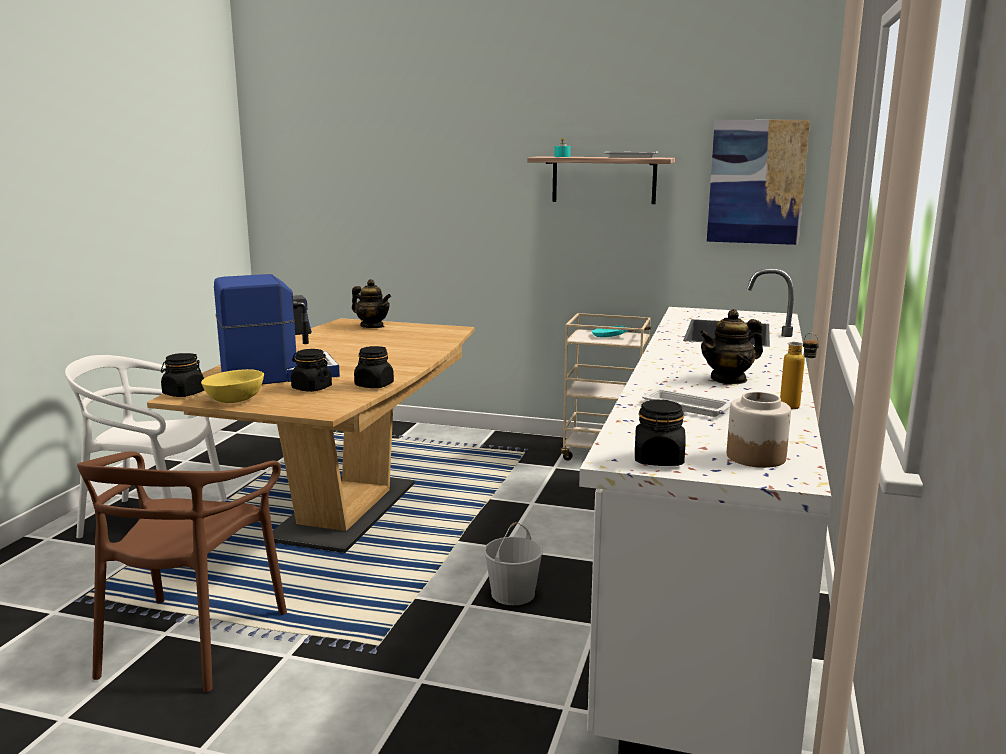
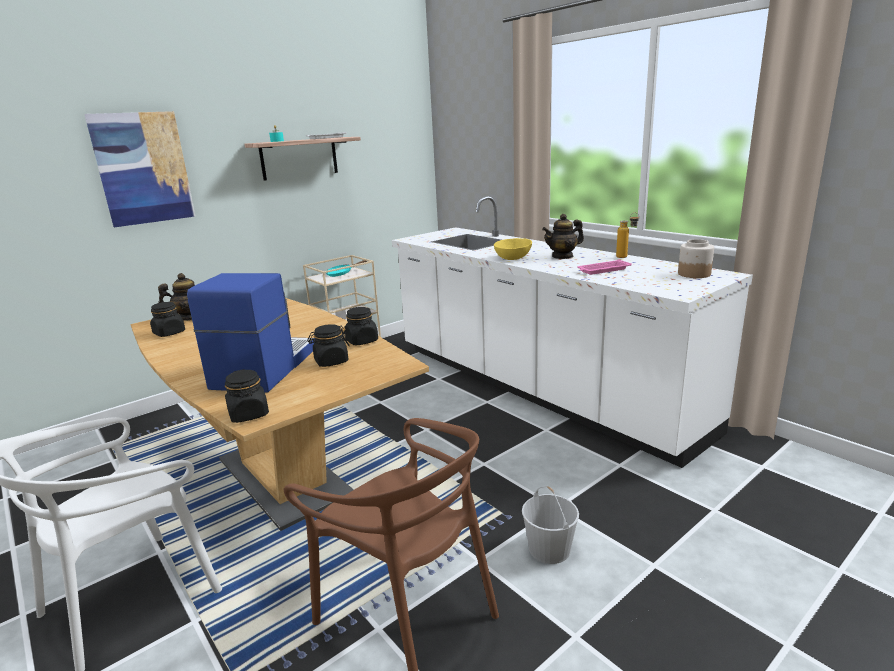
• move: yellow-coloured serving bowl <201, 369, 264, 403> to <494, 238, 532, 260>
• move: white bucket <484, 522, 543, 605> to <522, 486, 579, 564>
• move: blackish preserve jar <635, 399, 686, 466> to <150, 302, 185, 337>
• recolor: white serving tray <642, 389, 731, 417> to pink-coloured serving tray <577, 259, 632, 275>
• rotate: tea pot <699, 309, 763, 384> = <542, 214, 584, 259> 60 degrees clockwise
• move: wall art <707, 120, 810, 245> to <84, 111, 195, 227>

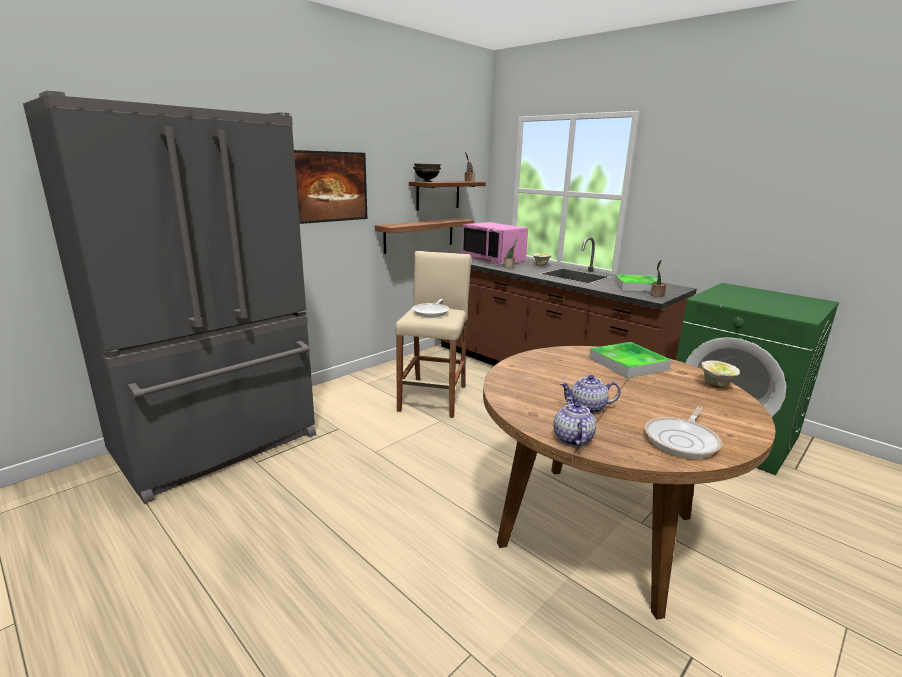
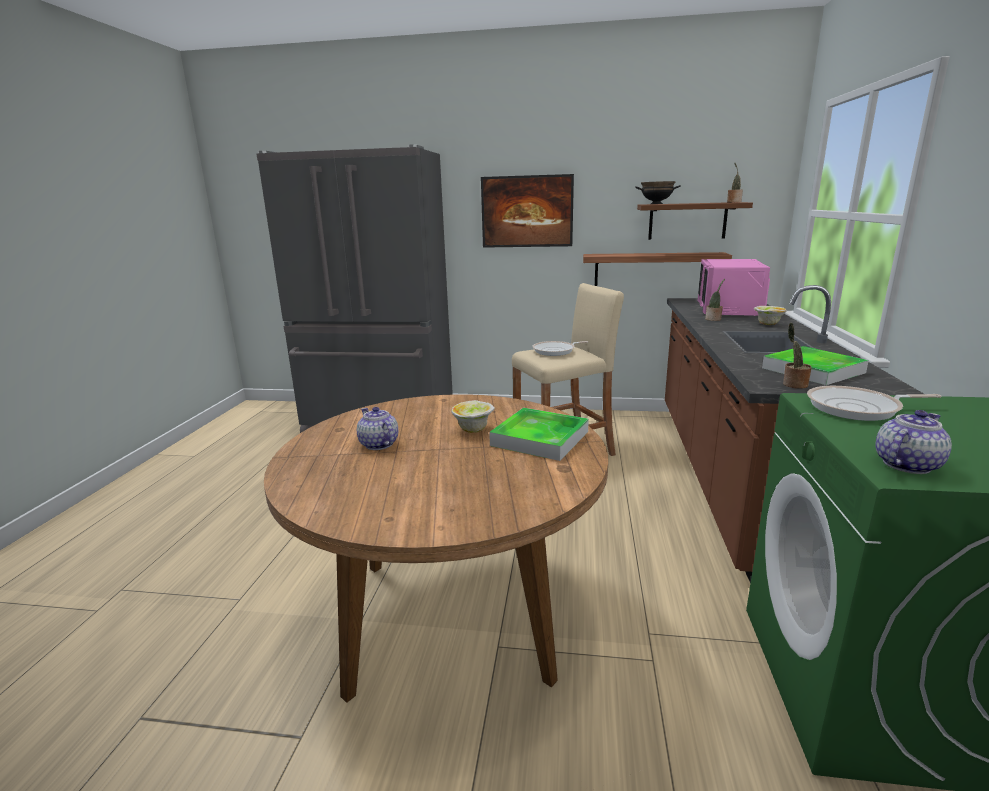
• move: tea pot <553, 397, 596, 446> to <875, 410, 952, 474>
• move: pan <645, 406, 722, 459> to <807, 386, 941, 421>
• move: serving bowl <701, 361, 740, 388> to <451, 400, 495, 433>

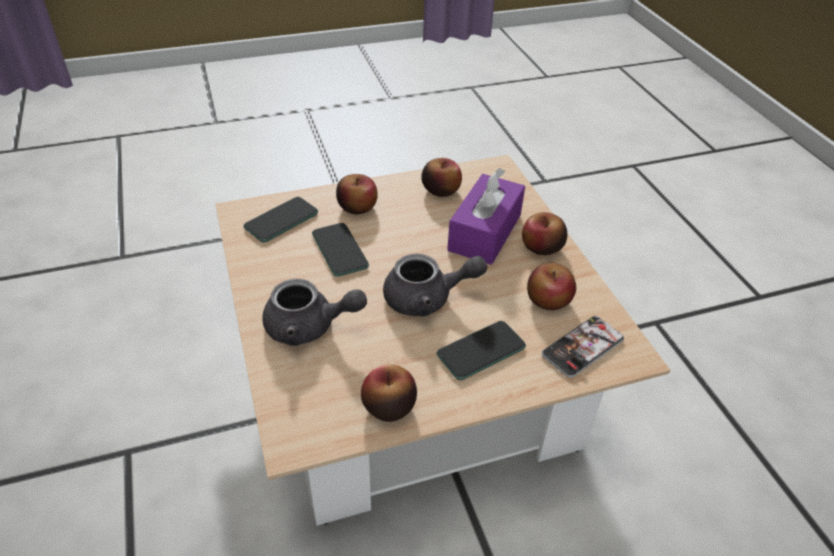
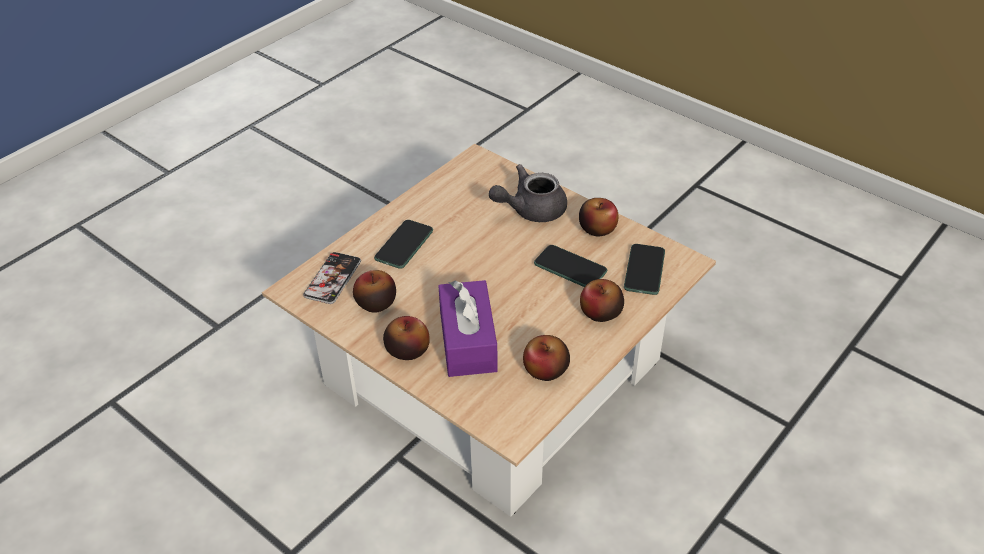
• move: apple <361, 364, 417, 422> to <579, 198, 619, 237>
• delete: gray tea pot <383, 254, 487, 317>

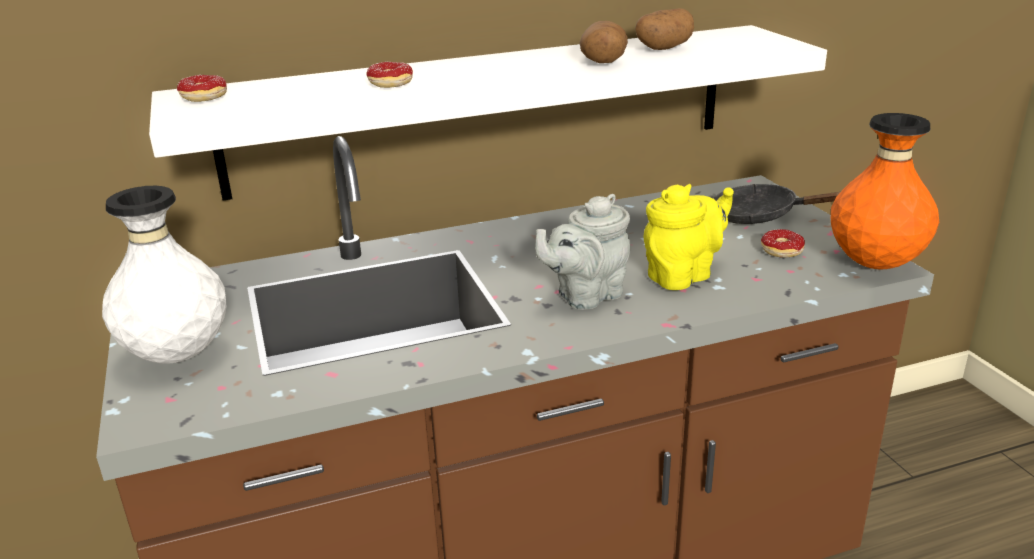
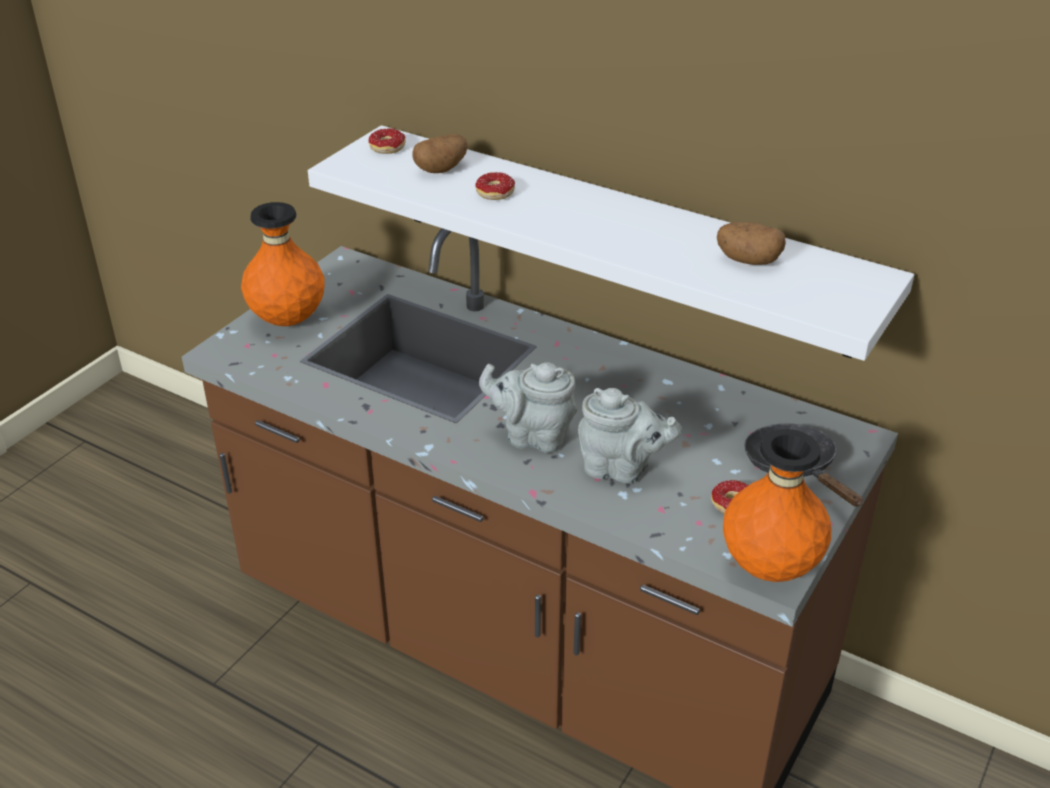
• recolor: white decorative vase <102, 186, 227, 364> to orange decorative vase <241, 202, 324, 326>
• move: spud <580, 21, 628, 63> to <412, 134, 467, 173>
• recolor: yellow-coloured tea pot <644, 184, 734, 290> to gray tea pot <578, 388, 682, 483>

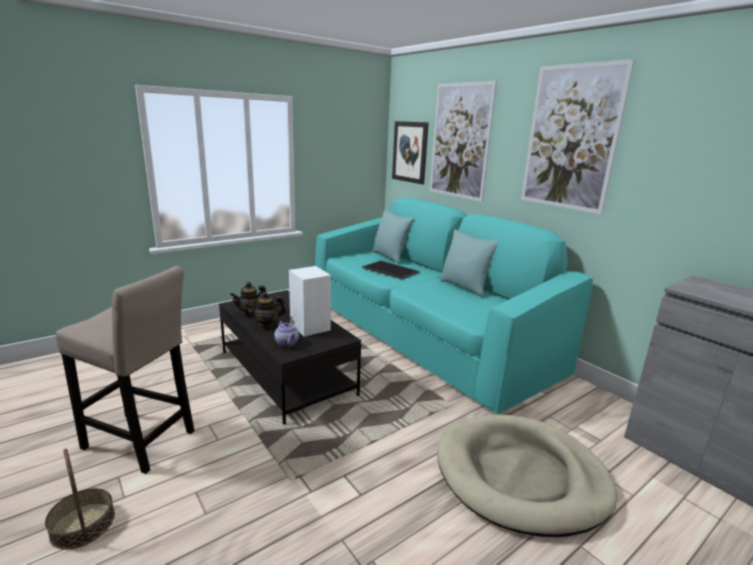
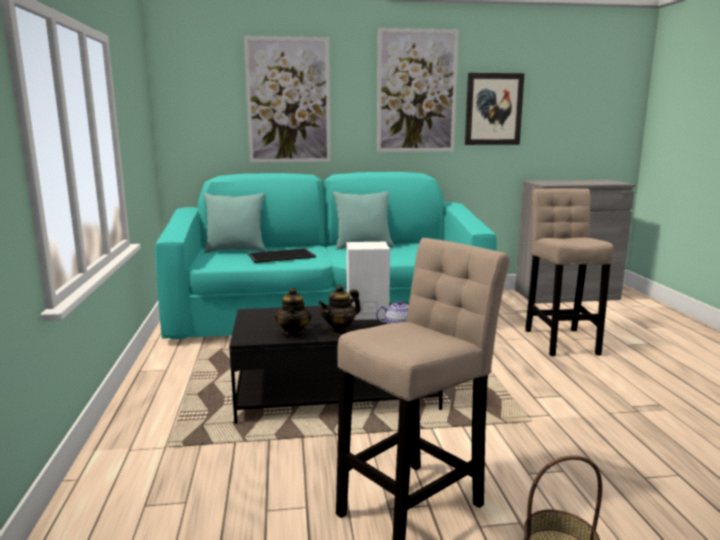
• rotate: tea pot <245, 292, 286, 329> = <318, 285, 361, 334> 45 degrees clockwise
• move: wall art <392, 121, 429, 184> to <465, 73, 525, 145>
• replace: sand-coloured dog bed <437, 415, 617, 537> to sand-coloured stool seat <525, 188, 614, 356>

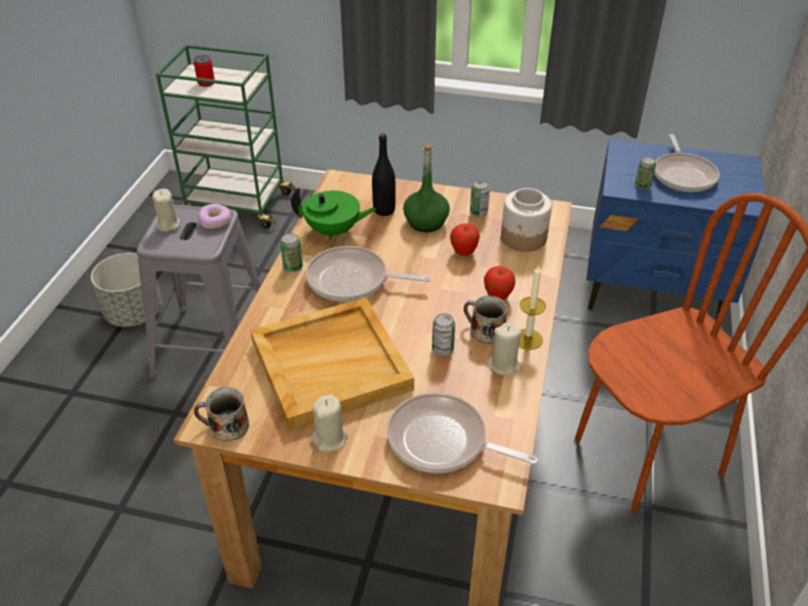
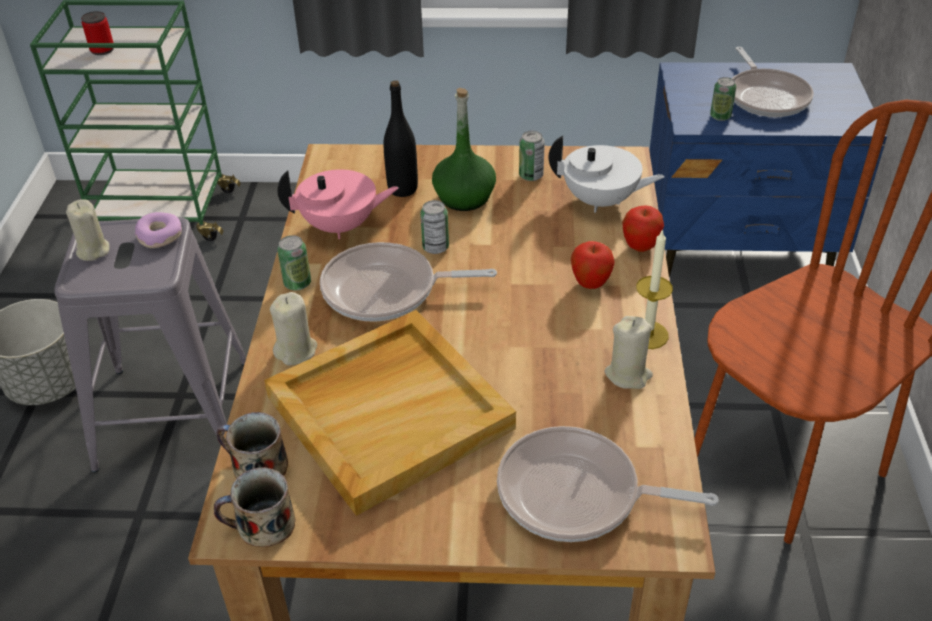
• recolor: green-coloured tea pot <291, 187, 376, 240> to pink-coloured tea pot <278, 169, 399, 239>
• move: sand-coloured wax candle <312, 395, 348, 452> to <270, 292, 317, 365>
• move: metal can <432, 313, 455, 356> to <420, 200, 449, 254>
• move: apple <450, 223, 480, 256> to <622, 205, 664, 252>
• move: mug <464, 295, 507, 344> to <217, 412, 288, 478>
• replace: preserve jar <501, 188, 552, 252> to white tea pot <548, 136, 665, 213>

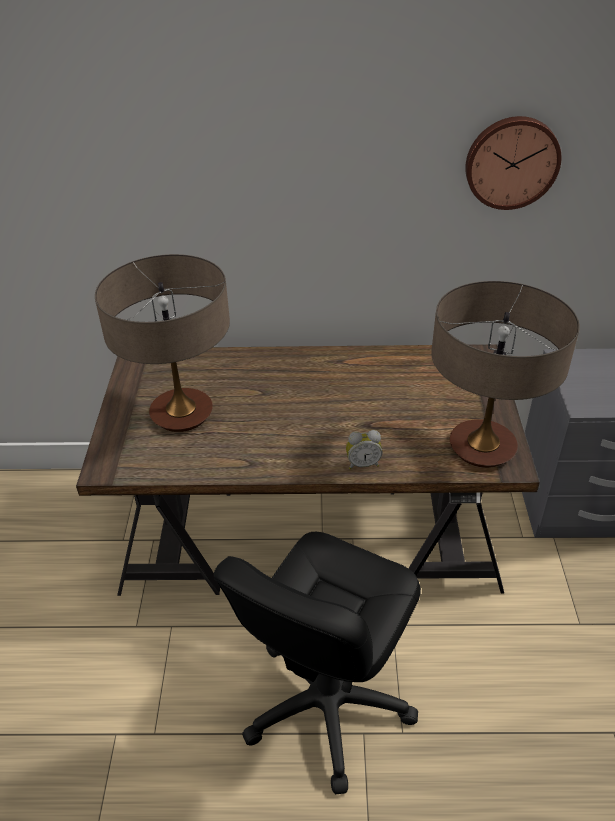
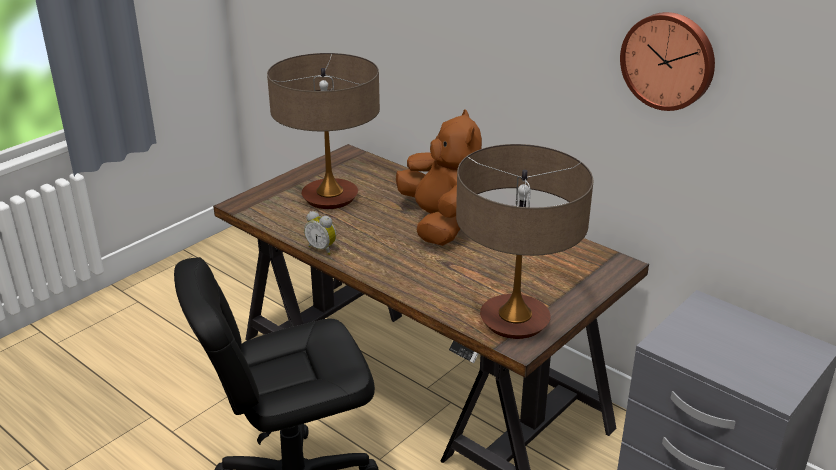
• move: table clock <346, 430, 383, 469> to <304, 211, 336, 255>
• insert: brown plush toy <396, 109, 482, 246>

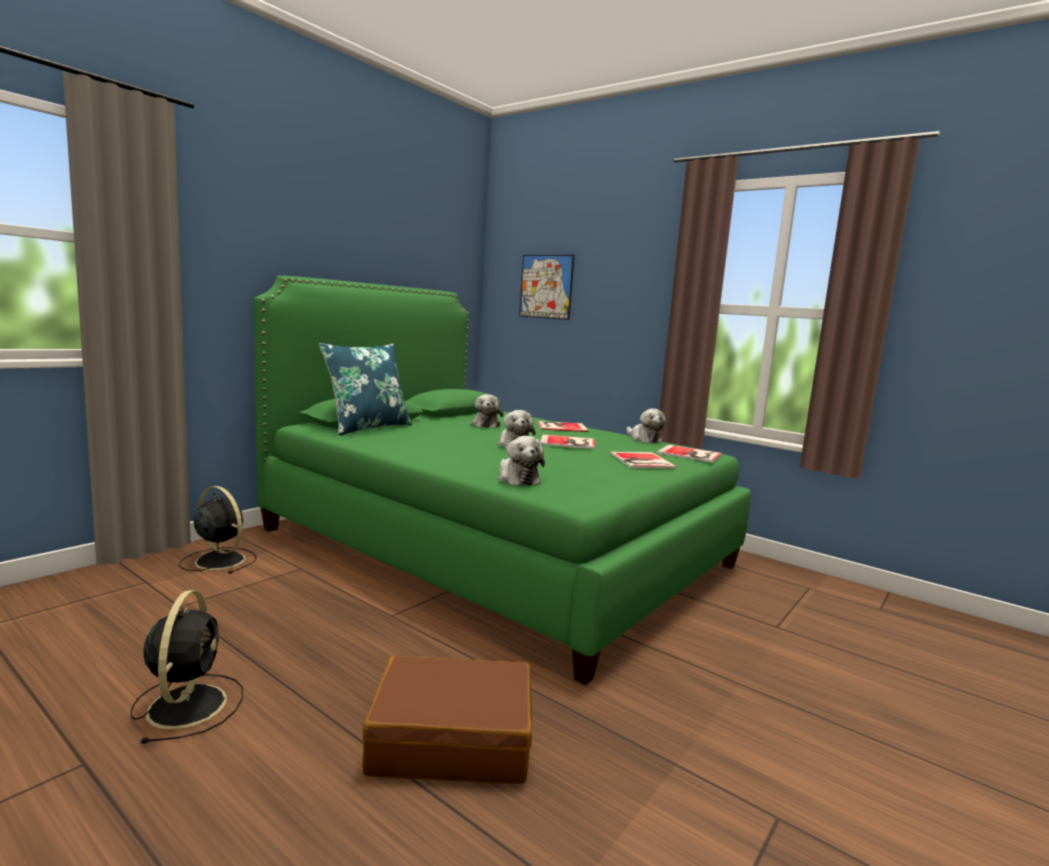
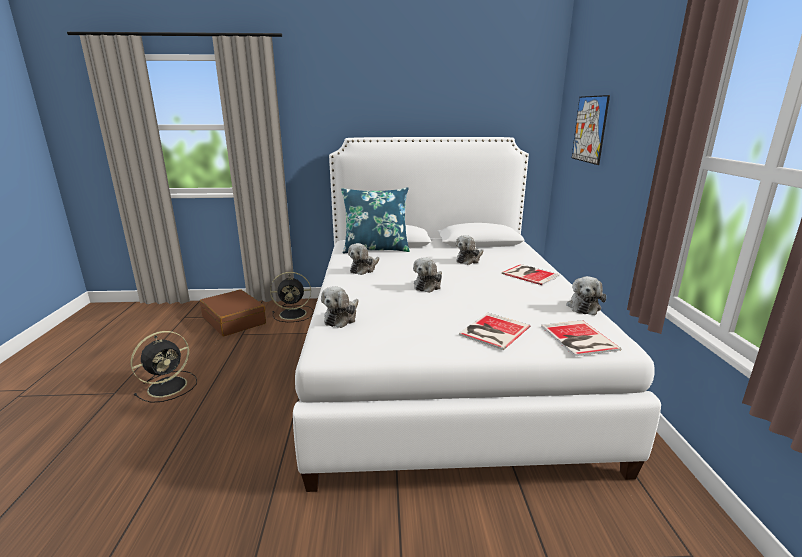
• rotate: blackish fan <179, 486, 257, 574> = <270, 272, 313, 322> 90 degrees clockwise
• recolor: green-coloured sleeping bed <253, 276, 751, 685> to white sleeping bed <293, 137, 661, 492>
• move: brown travel case <362, 656, 532, 784> to <200, 289, 266, 336>
• delete: volume <540, 434, 595, 449>
• insert: plush toy <348, 243, 379, 275>

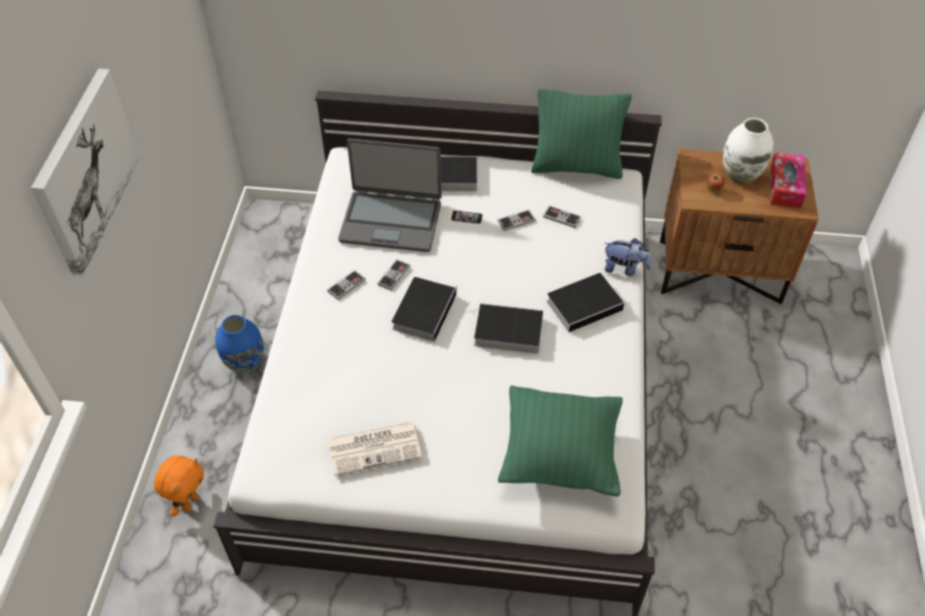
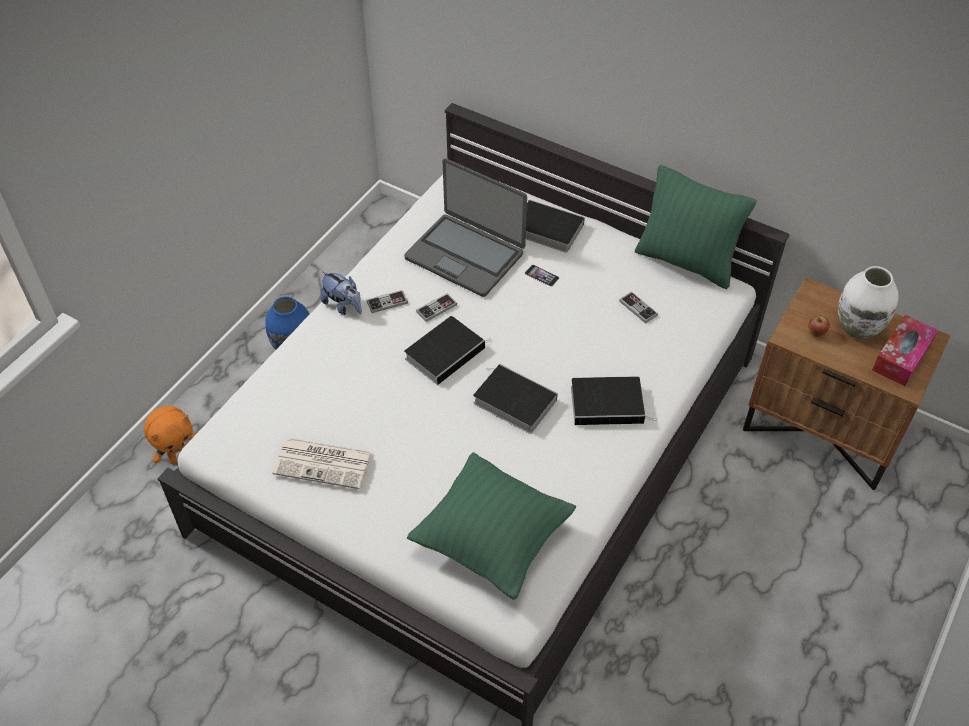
• delete: wall art <31, 69, 140, 276>
• delete: joypad <498, 209, 536, 231>
• move: plush toy <604, 238, 652, 276> to <320, 271, 362, 315>

